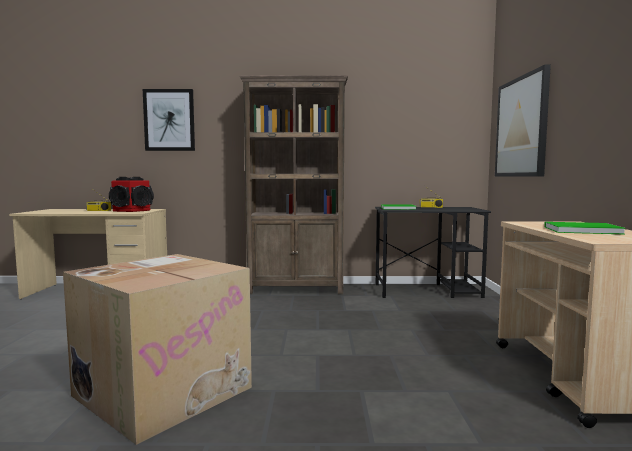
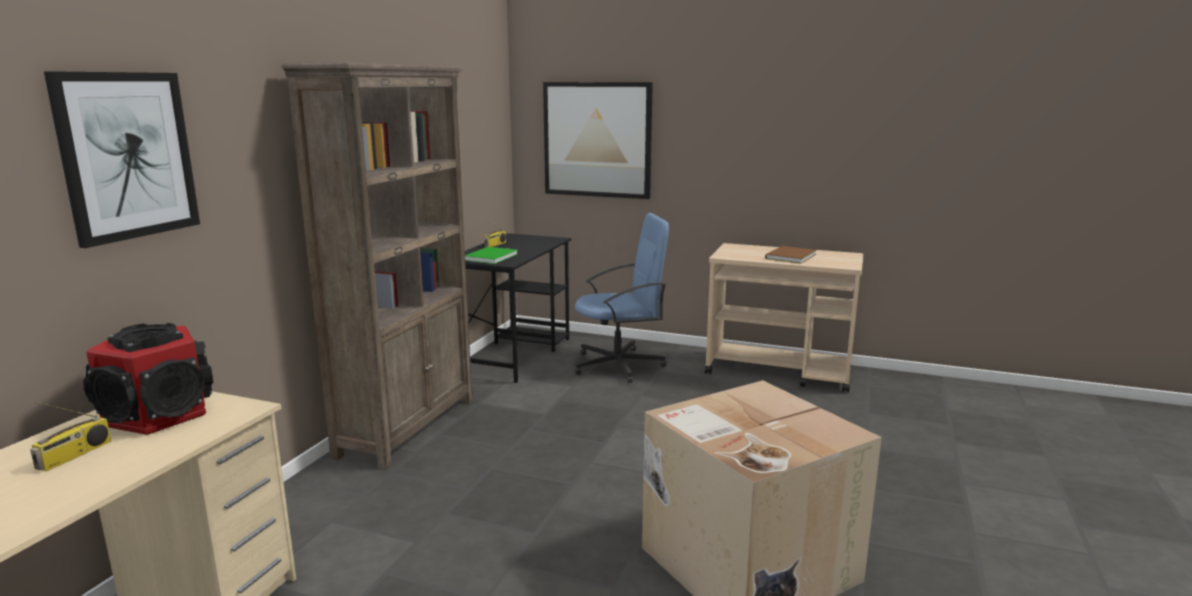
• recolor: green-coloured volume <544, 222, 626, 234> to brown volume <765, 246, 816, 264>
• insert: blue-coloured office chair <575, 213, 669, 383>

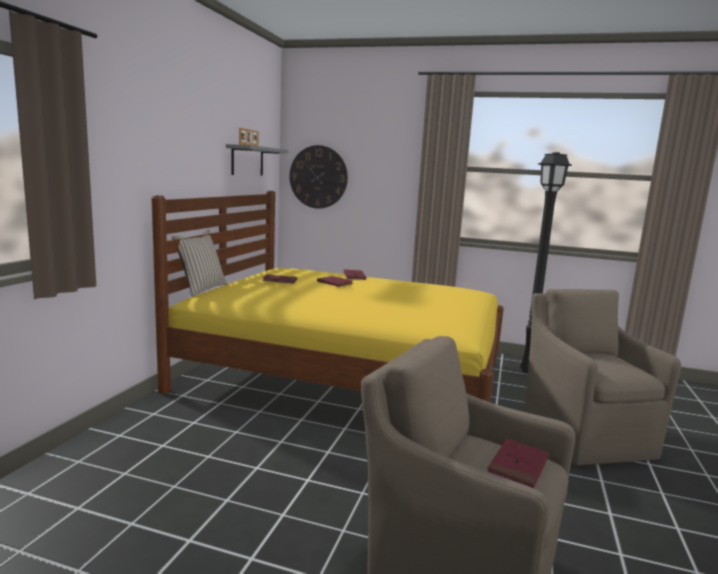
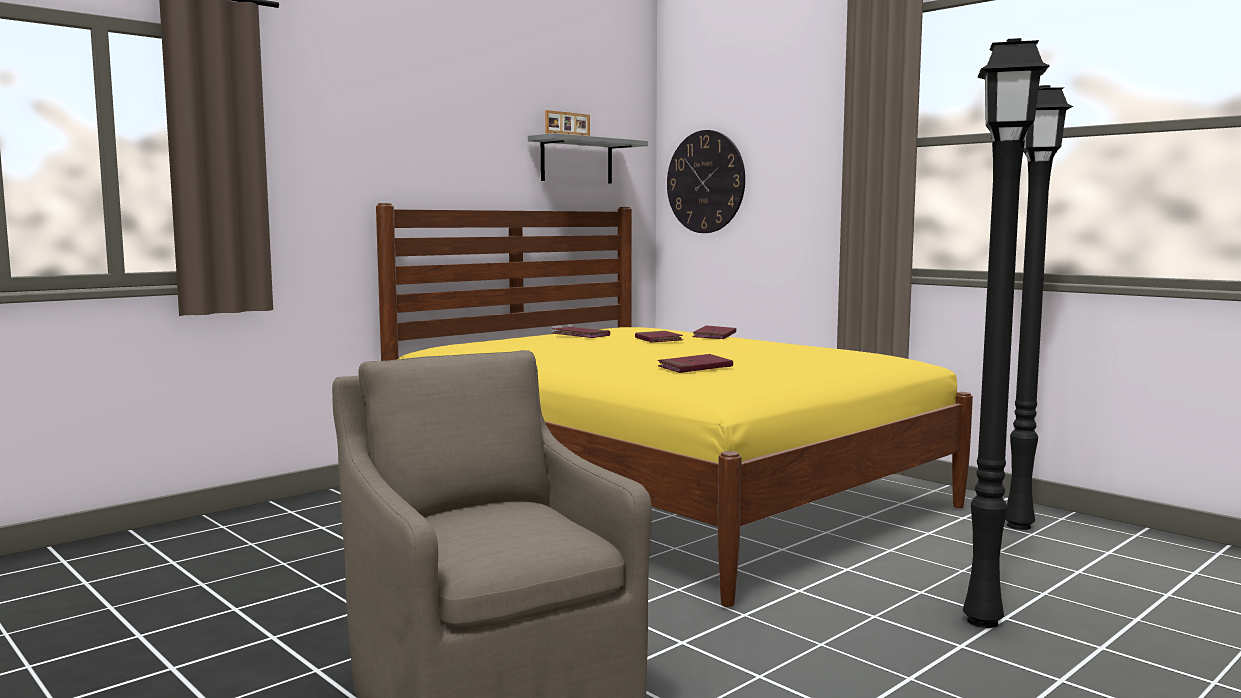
• delete: sand-coloured throw pillow <172, 230, 227, 297>
• move: red volume <487, 438, 549, 488> to <658, 354, 733, 373>
• replace: brown lounge chair <524, 289, 681, 466> to blackish standing lamp <963, 38, 1050, 628>

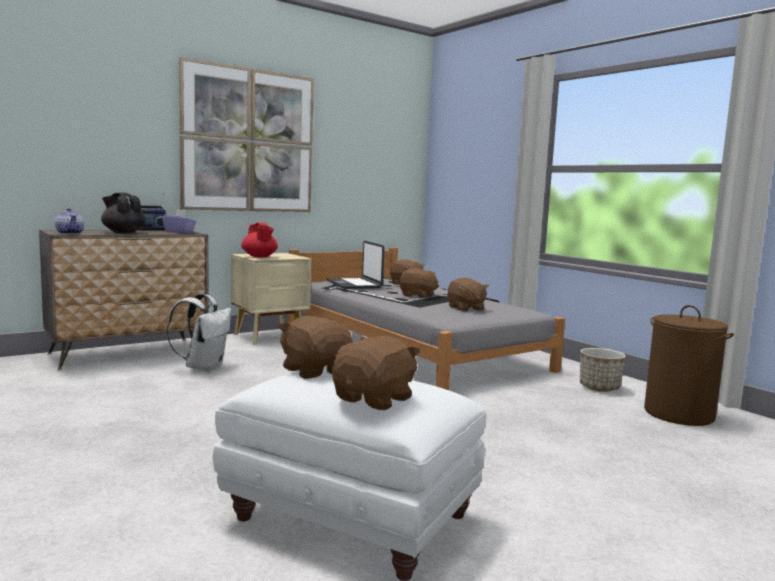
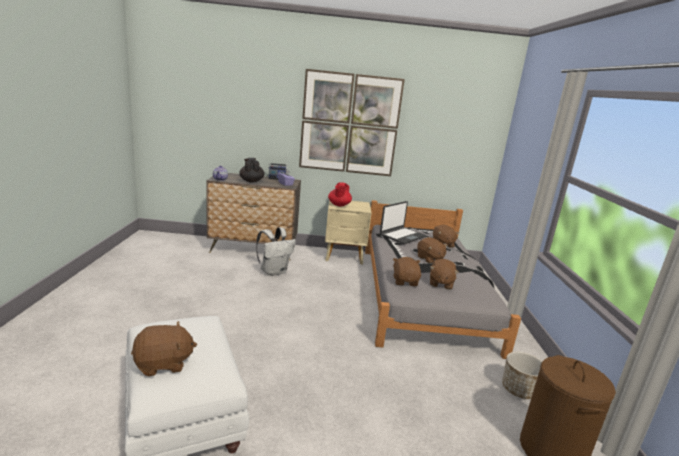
• move: brown plush toy <278, 315, 353, 379> to <393, 257, 421, 286>
• rotate: notebook computer <327, 241, 385, 289> = <380, 201, 427, 244> 150 degrees counterclockwise

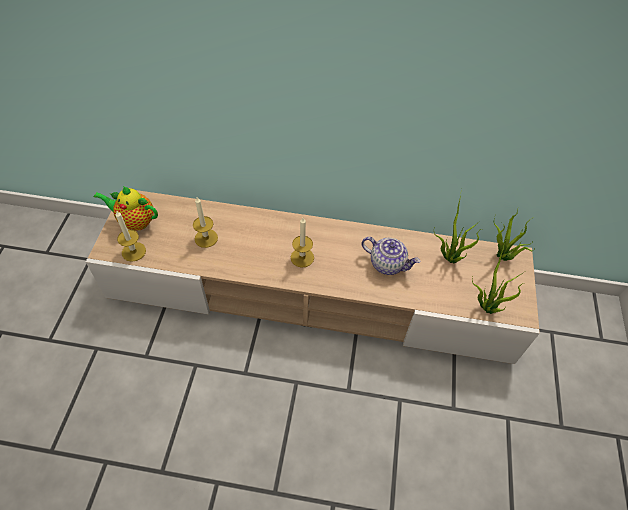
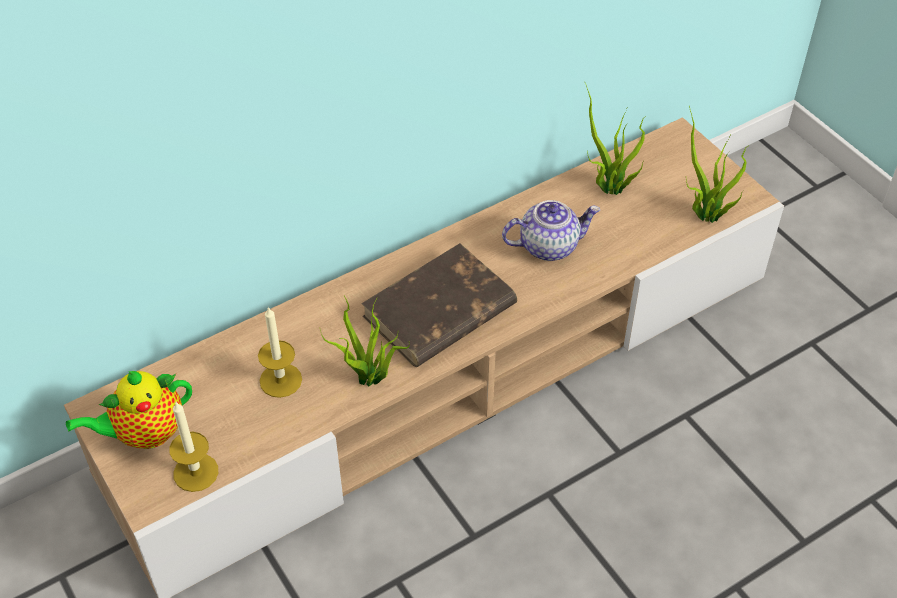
• replace: wax candle <291, 218, 314, 268> to brown volume <361, 243, 517, 367>
• move: plant in a pot <494, 210, 534, 261> to <320, 296, 410, 386>

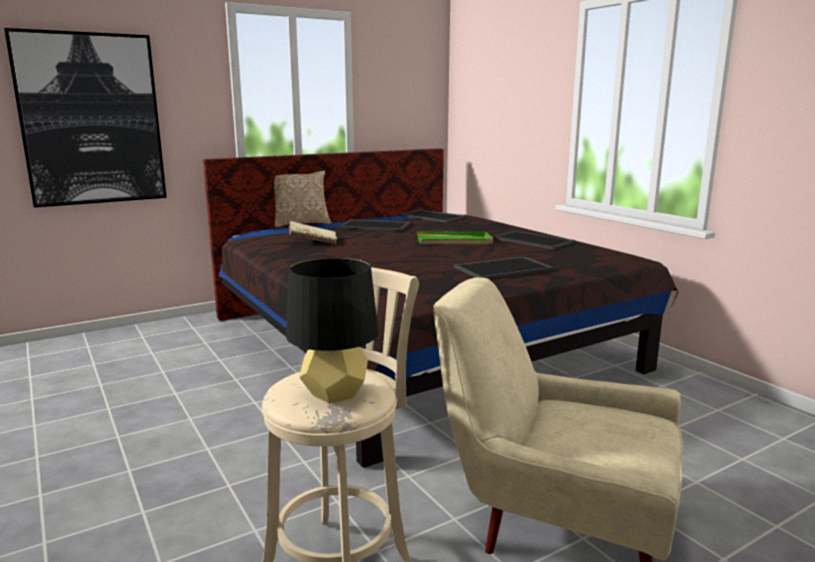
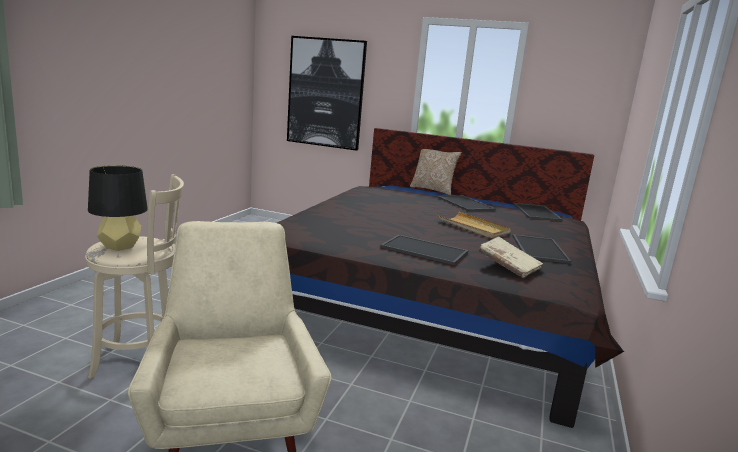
• move: sand-coloured volume <289, 221, 337, 245> to <478, 236, 543, 278>
• recolor: green-coloured serving tray <417, 231, 493, 244> to sand-coloured serving tray <438, 212, 511, 238>

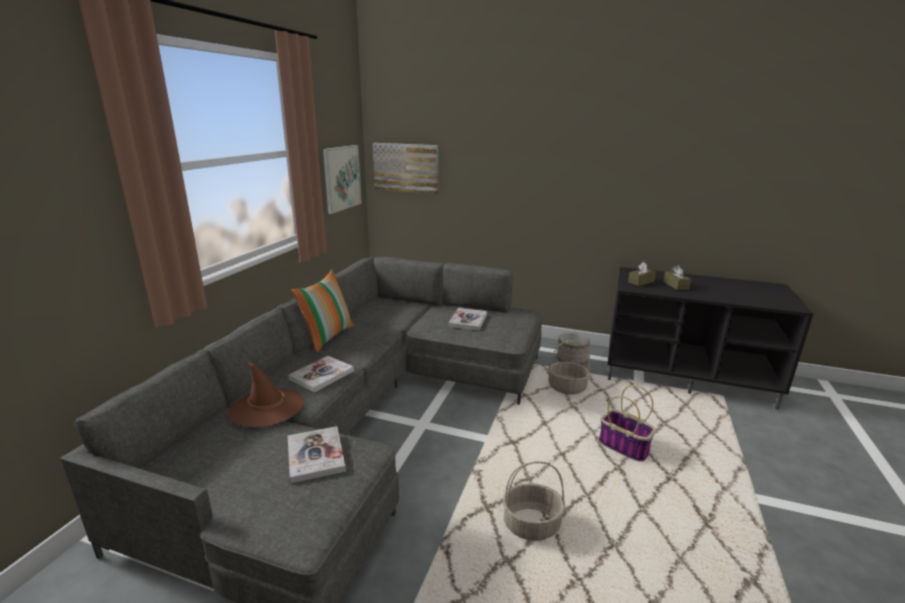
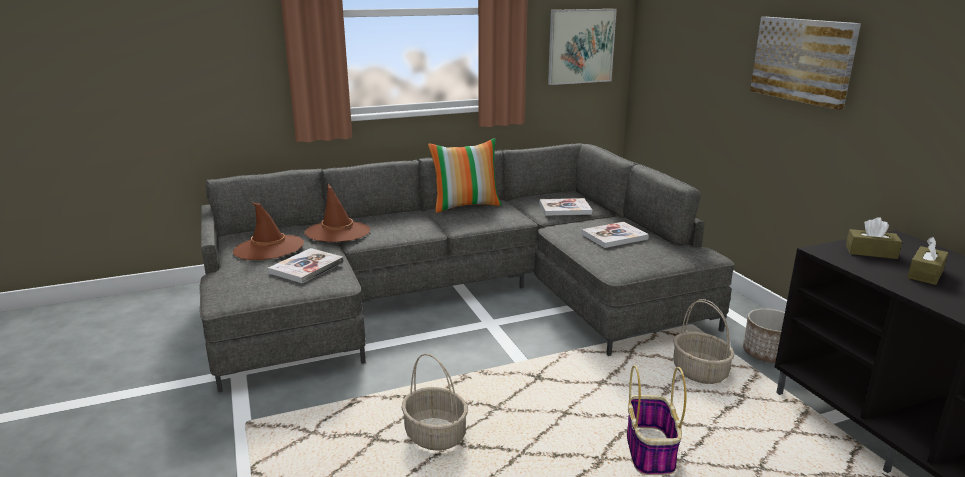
• move: volume <288, 356, 354, 392> to <539, 198, 592, 216>
• move: wall art <373, 143, 438, 194> to <750, 17, 861, 110>
• insert: brown wearable hat <233, 203, 304, 260>

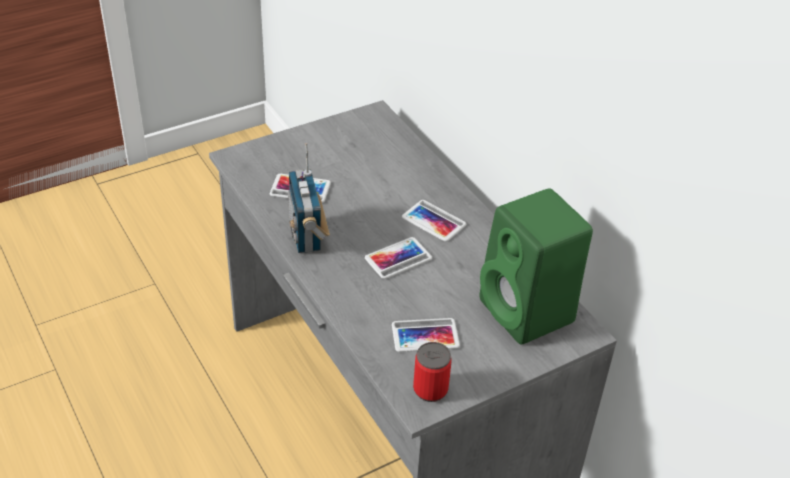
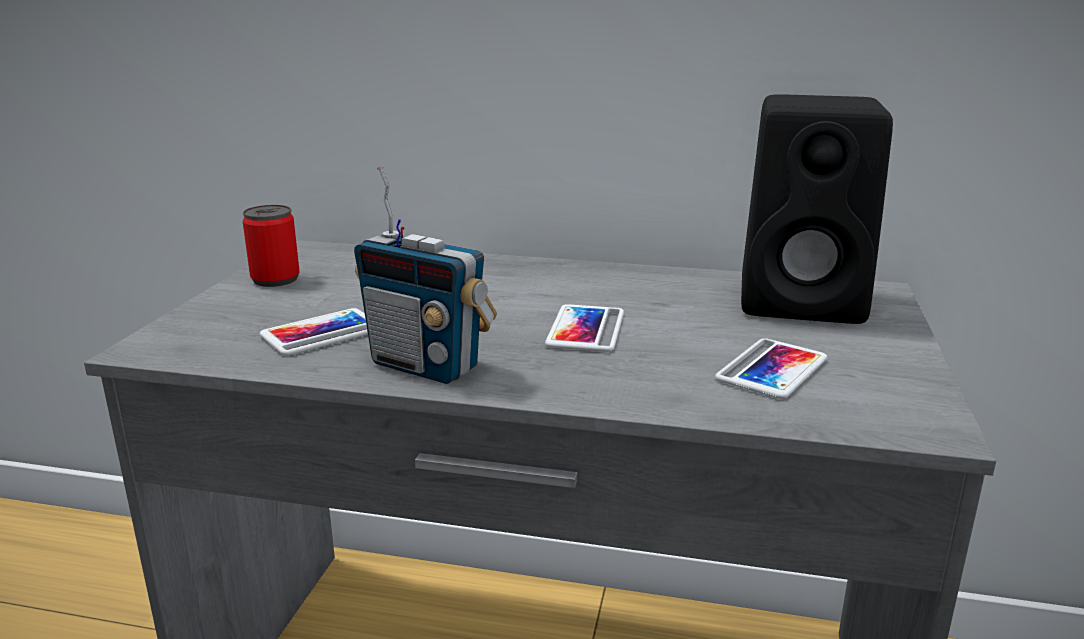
• delete: telephone <402, 200, 466, 242>
• move: metal can <413, 342, 452, 402> to <243, 205, 300, 287>
• recolor: green-coloured loudspeaker <479, 189, 593, 344> to blackish loudspeaker <741, 94, 893, 324>

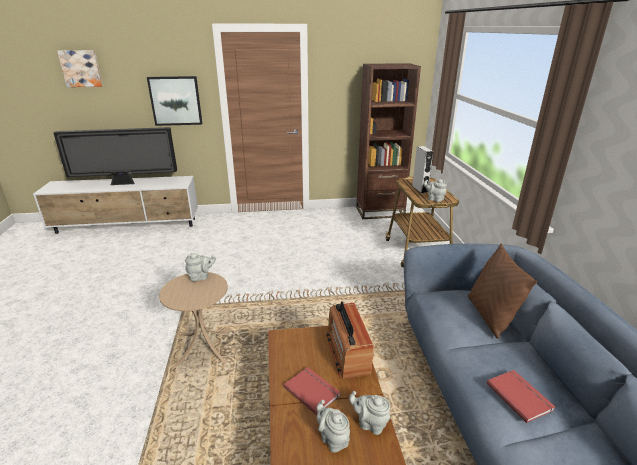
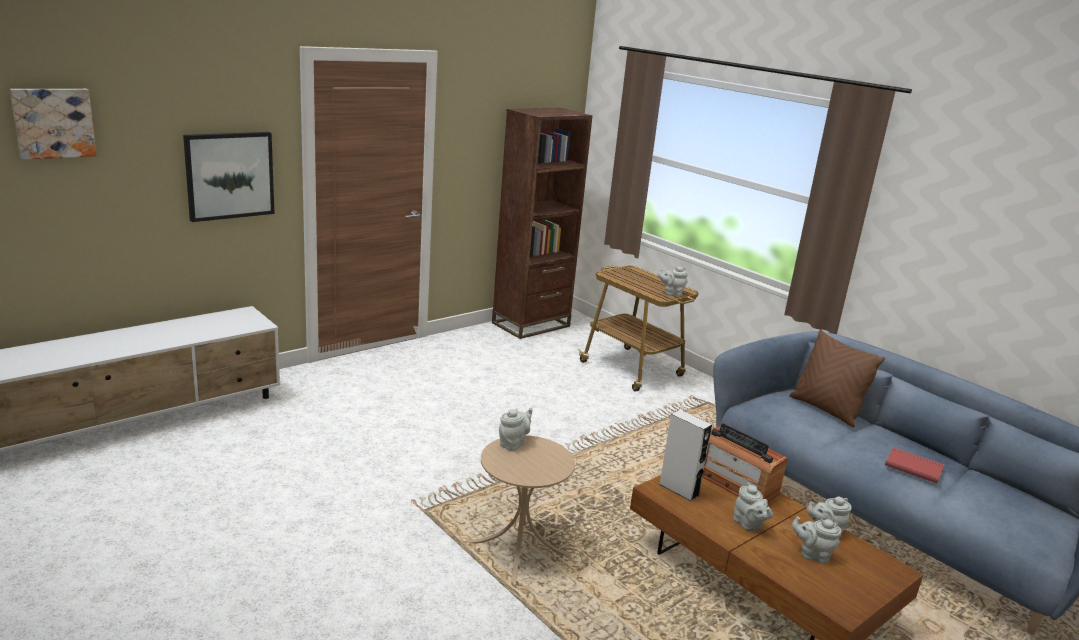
• delete: TV <53, 127, 177, 185>
• replace: red volume <284, 367, 340, 415> to gray tea pot <733, 483, 773, 531>
• move: gray loudspeaker <412, 146, 433, 193> to <659, 410, 712, 501>

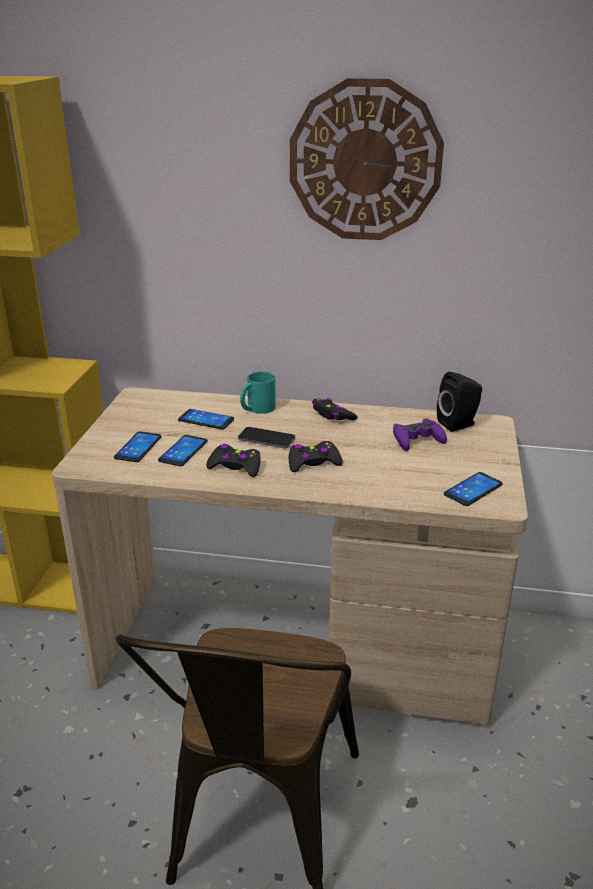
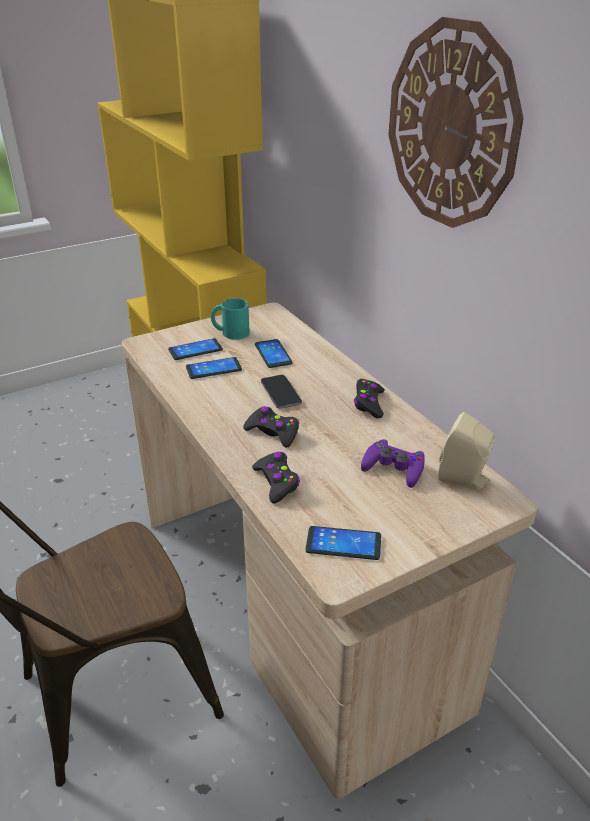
• move: blackish joypad <206, 444, 261, 477> to <252, 452, 300, 503>
• move: blue-green mug <240, 371, 276, 414> to <211, 298, 250, 340>
• recolor: blackish loudspeaker <437, 372, 482, 432> to sand-coloured loudspeaker <438, 412, 495, 490>

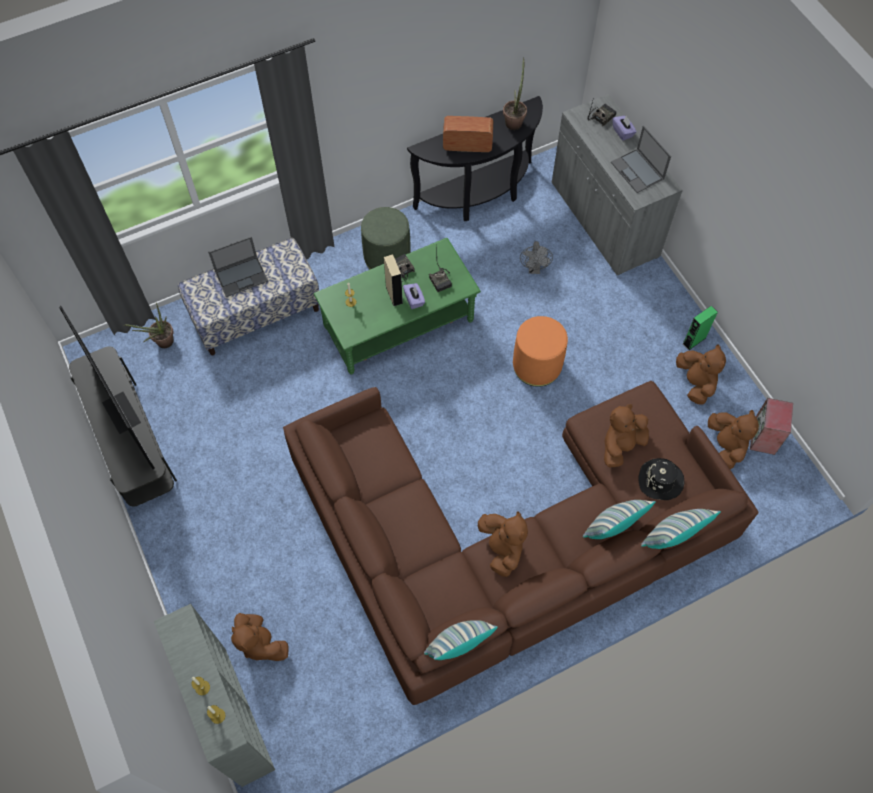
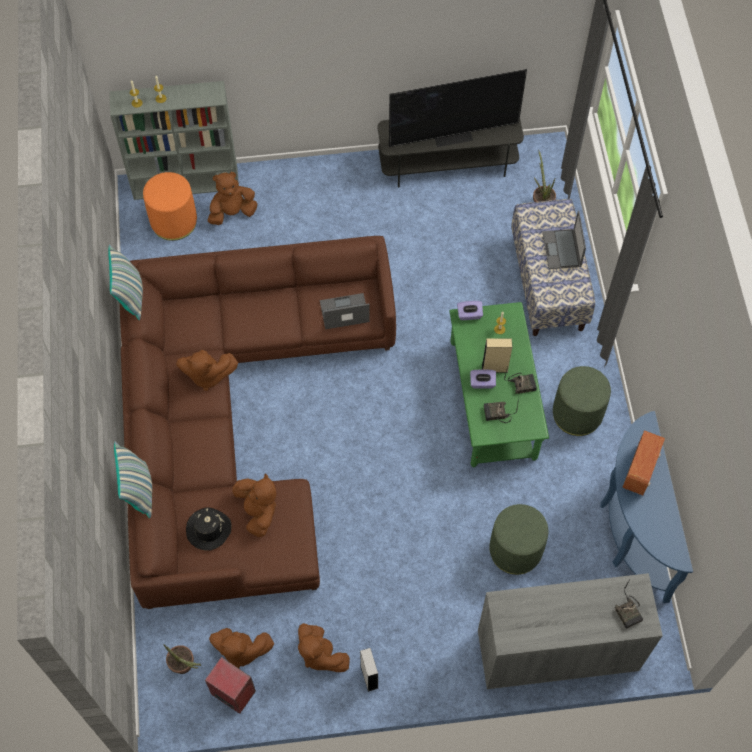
• recolor: blackish narrow table <407, 96, 543, 221> to blue-coloured narrow table <600, 411, 693, 603>
• move: plant in a pot <503, 57, 527, 130> to <163, 644, 201, 674>
• move: orange footrest <513, 316, 568, 387> to <143, 172, 197, 241>
• replace: gray fan <520, 241, 553, 274> to green-coloured footrest <489, 504, 548, 575>
• delete: throw pillow <583, 500, 656, 539>
• move: notebook computer <611, 126, 671, 193> to <320, 293, 370, 329>
• move: purplish tissue holder <613, 115, 637, 141> to <457, 301, 483, 320>
• rotate: brown plush toy <676, 344, 726, 404> = <298, 623, 350, 672> 45 degrees clockwise
• recolor: green-coloured loudspeaker <683, 306, 718, 350> to gray loudspeaker <360, 648, 378, 692>

